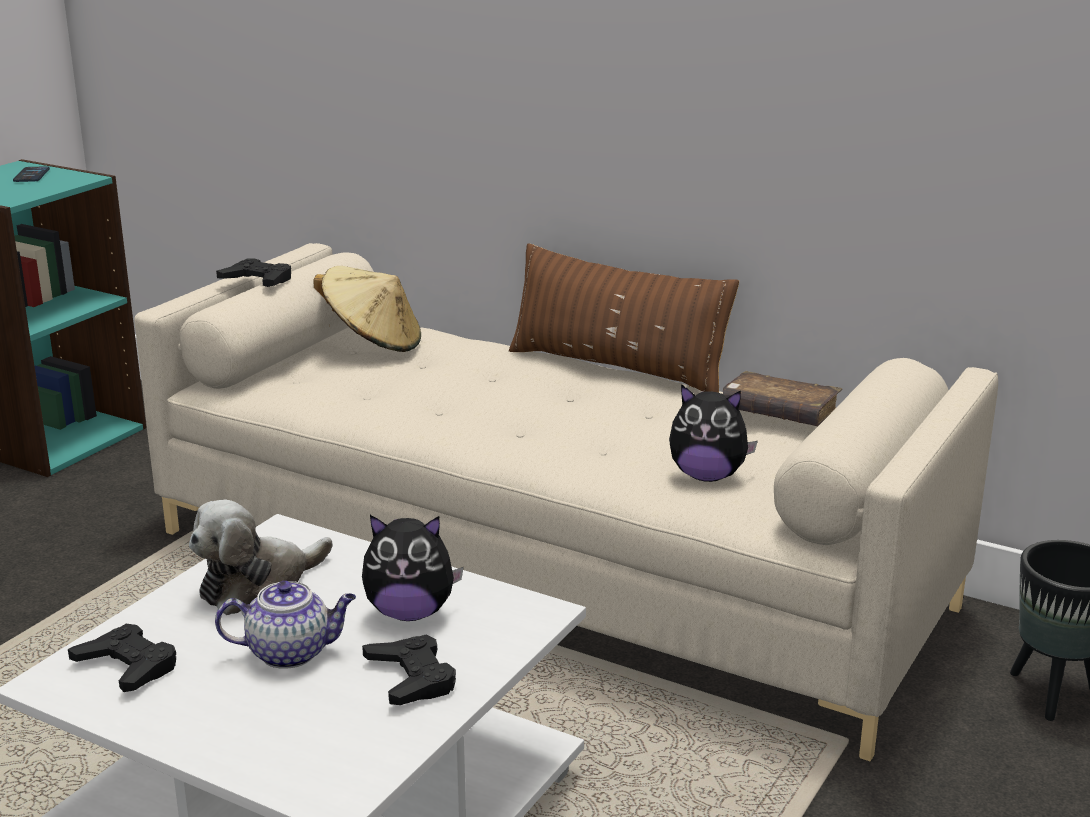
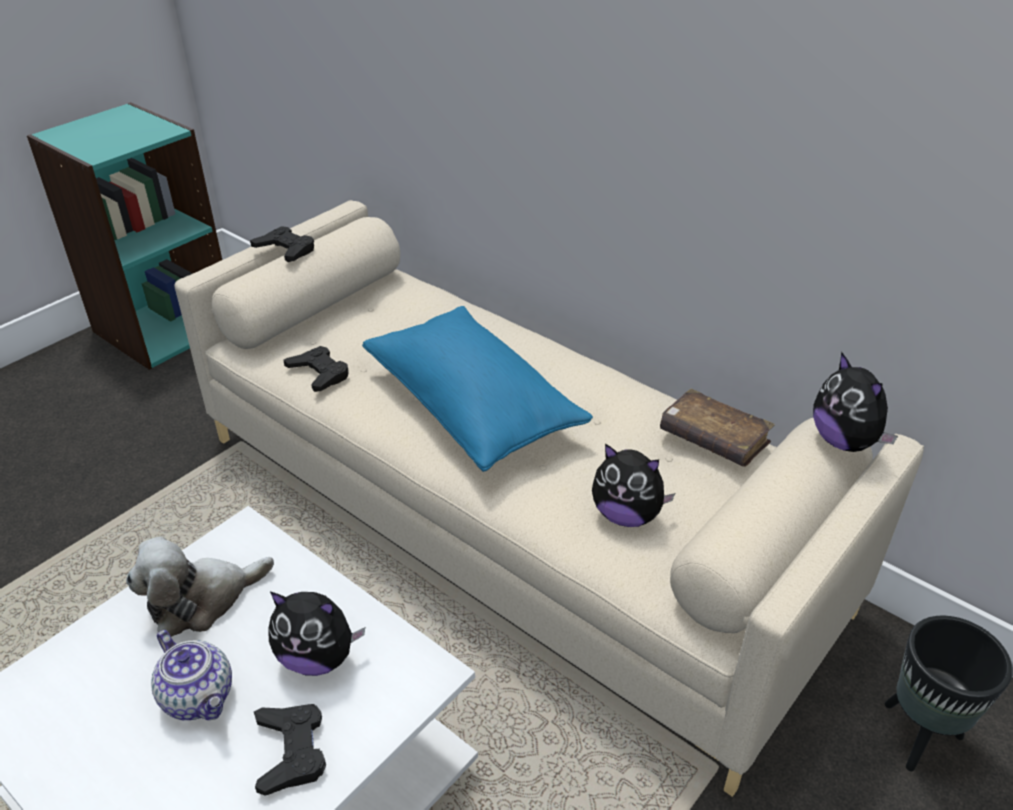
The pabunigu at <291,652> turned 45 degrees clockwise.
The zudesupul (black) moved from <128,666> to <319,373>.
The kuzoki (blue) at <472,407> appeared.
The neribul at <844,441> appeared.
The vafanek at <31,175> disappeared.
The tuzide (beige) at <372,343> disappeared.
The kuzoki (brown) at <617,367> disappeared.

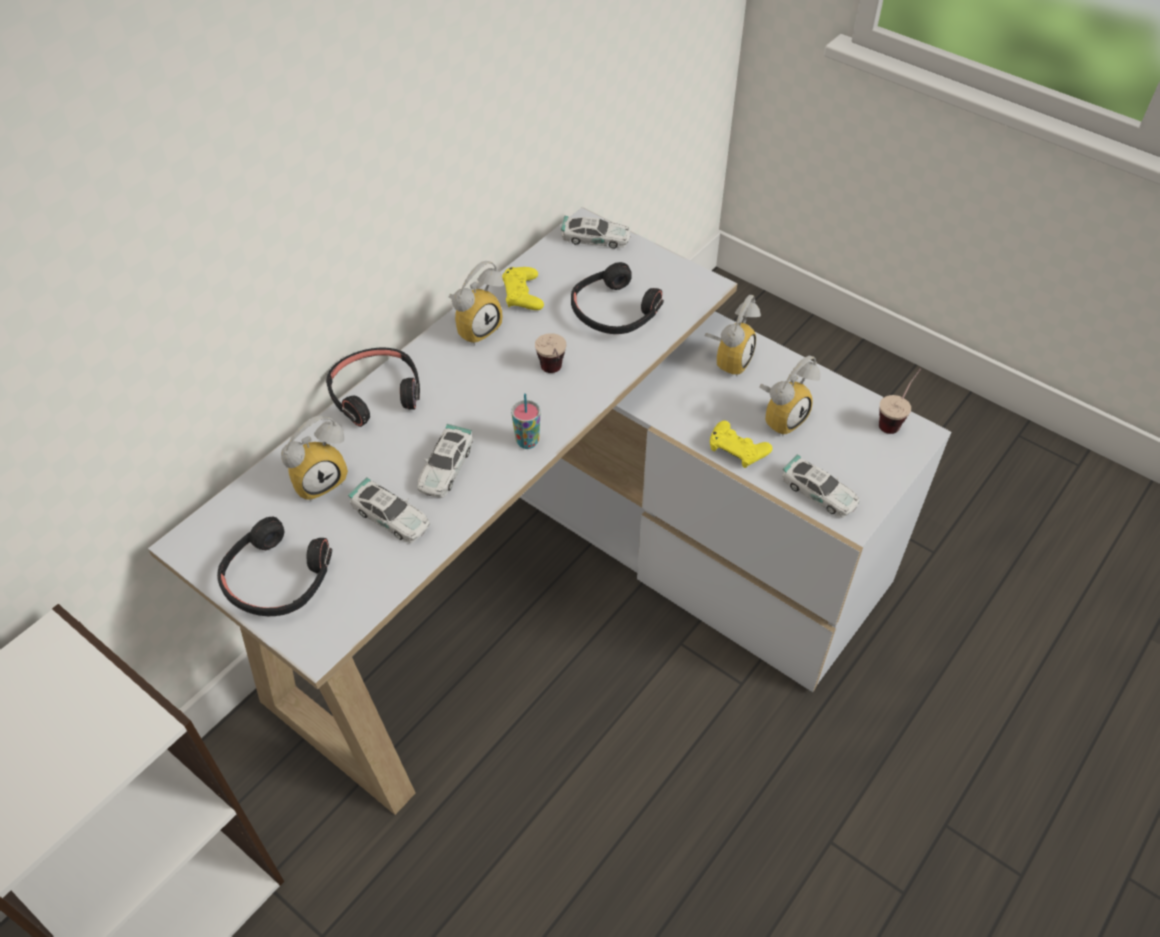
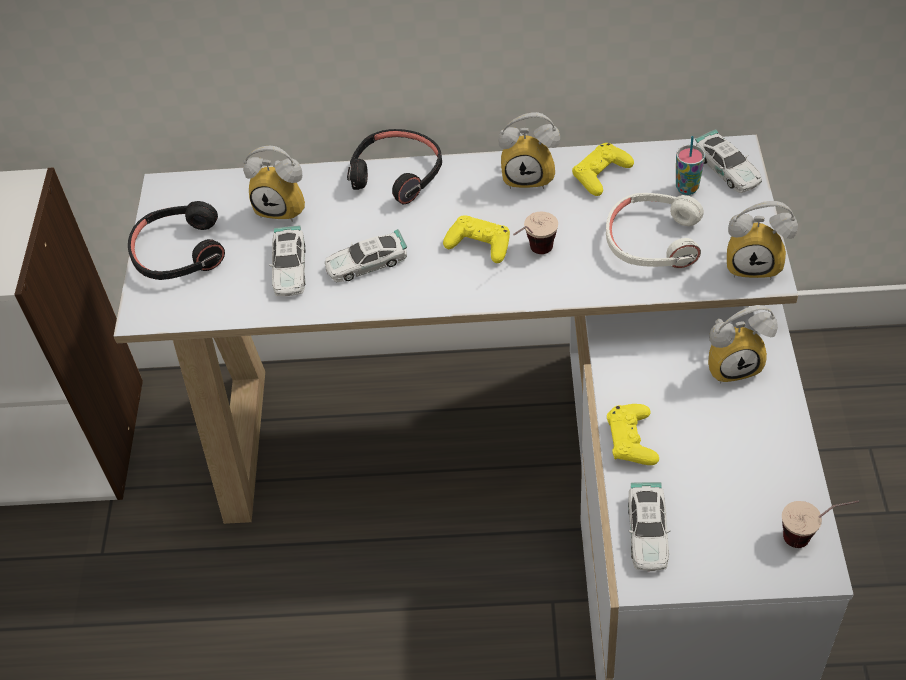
The zudesupul (yellow) at <479,244> appeared.
The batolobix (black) at <614,312> became the batolobix (white) at <653,241>.
The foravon moved from <527,441> to <687,188>.
The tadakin moved from <781,417> to <755,263>.

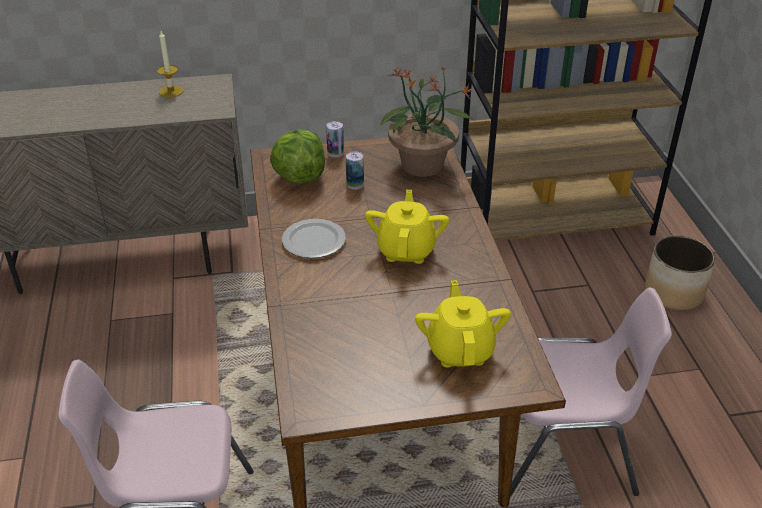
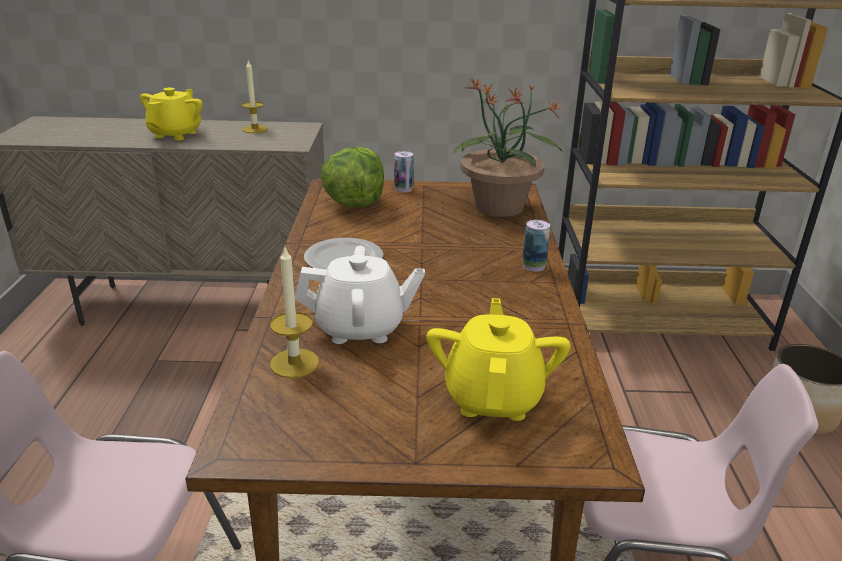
The pabunigu (yellow) moved from <406,250> to <176,134>.
The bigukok at <294,363> appeared.
The pabunigu (white) at <361,328> appeared.
The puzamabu moved from <355,184> to <533,266>.

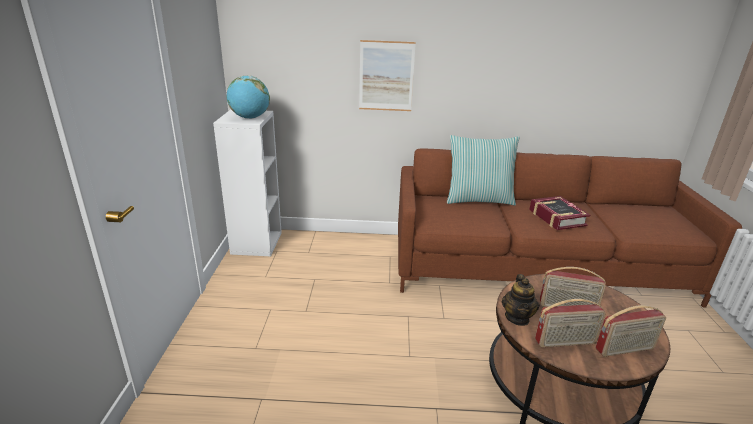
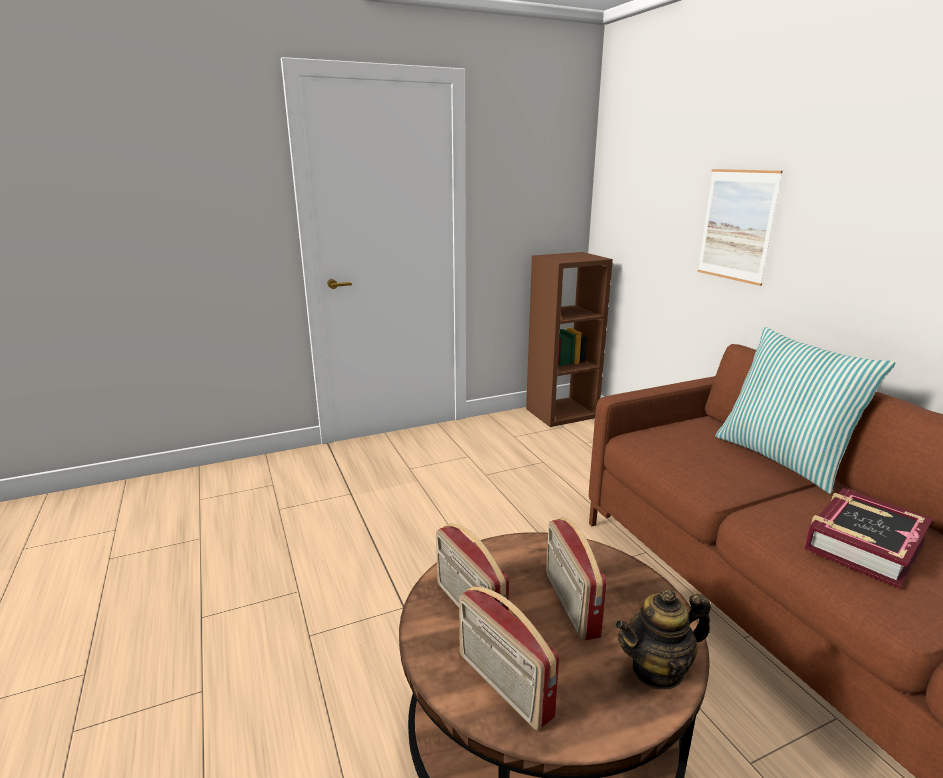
The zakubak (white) at <256,242> became the zakubak (brown) at <562,412>.
The pabunigu moved from <517,318> to <657,669>.
The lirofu at <250,118> disappeared.

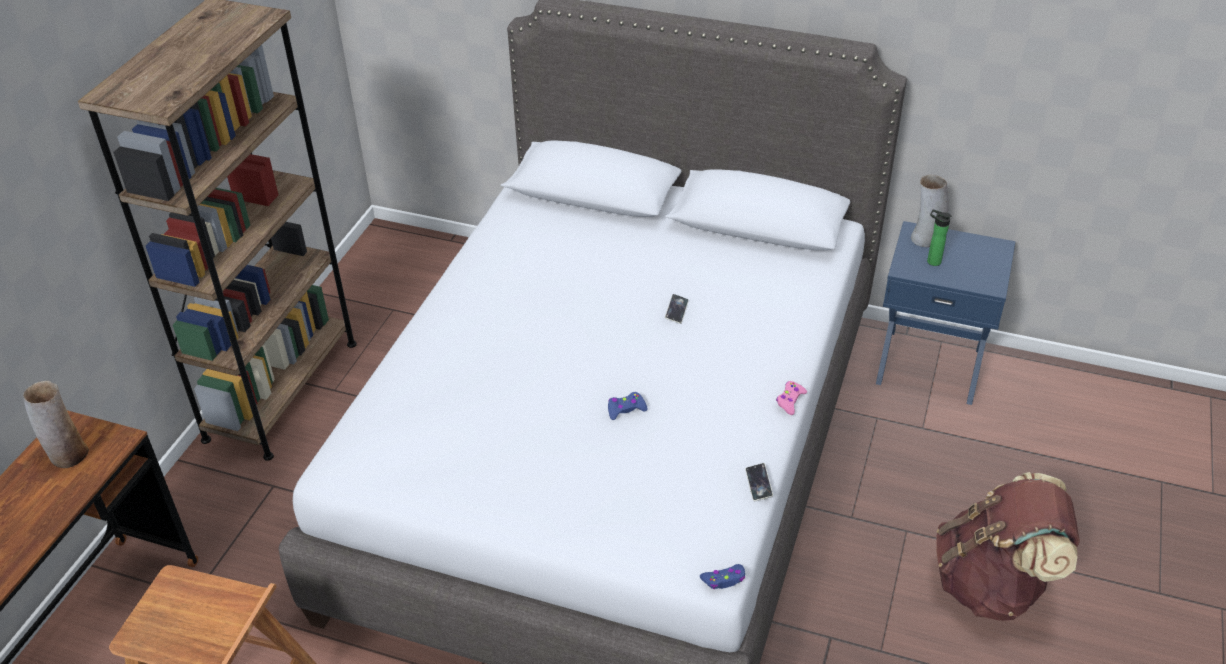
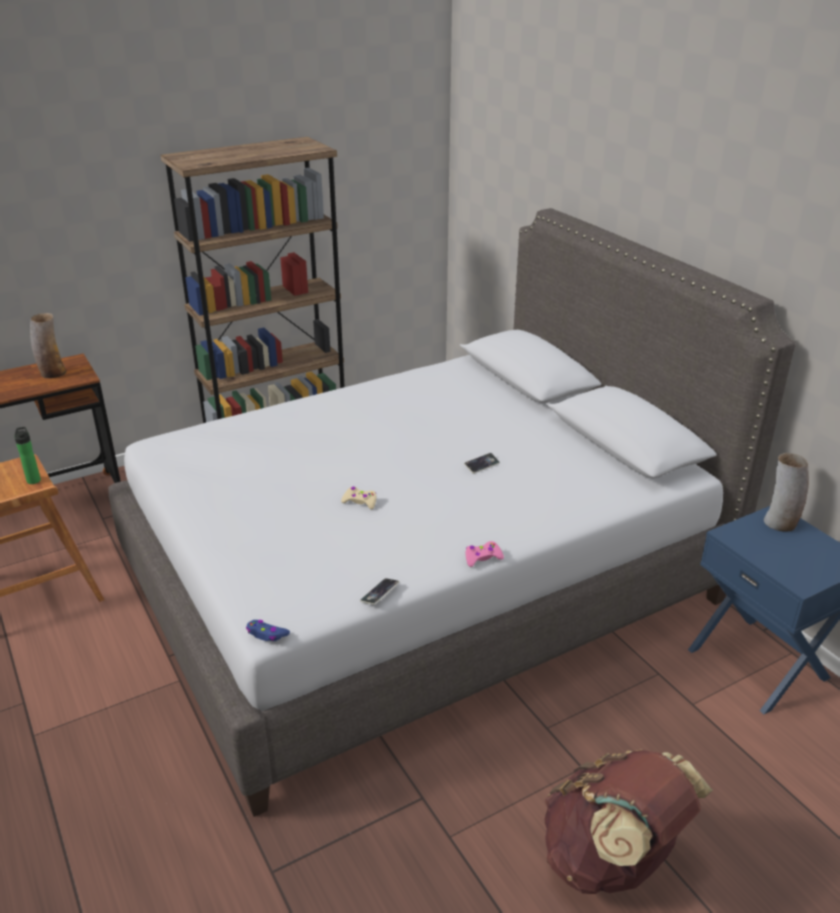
The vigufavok moved from <931,261> to <33,479>.
The zudesupul (blue) at <626,409> became the zudesupul (beige) at <360,501>.

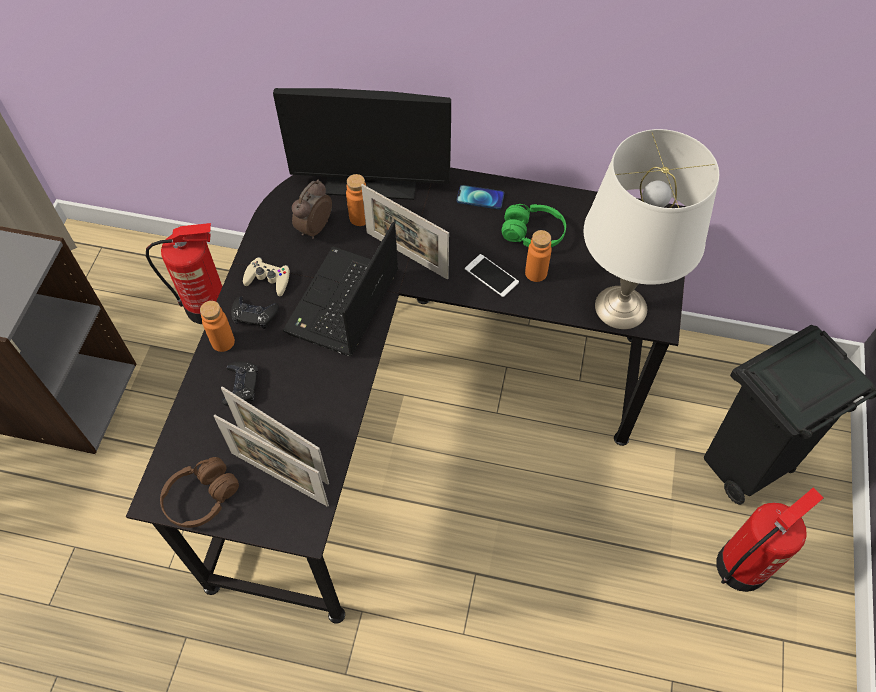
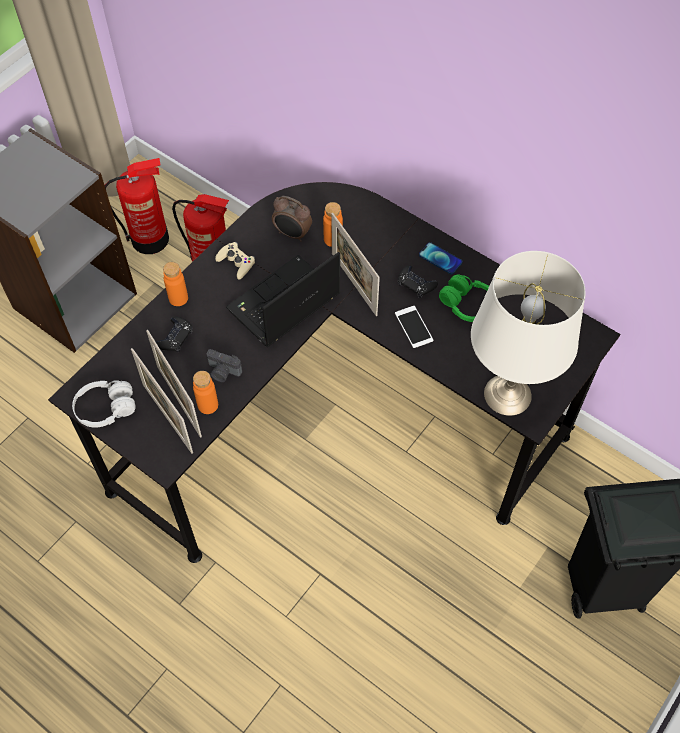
The batolobix (brown) at <201,498> became the batolobix (white) at <106,408>.
The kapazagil moved from <742,565> to <151,239>.
The vigufavok (orange) moved from <536,273> to <208,405>.
The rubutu at <223,372> appeared.
The tadakin at <314,228> turned 120 degrees counterclockwise.
The zudesupul (black) moved from <254,315> to <416,284>.
The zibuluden at <371,181> disappeared.

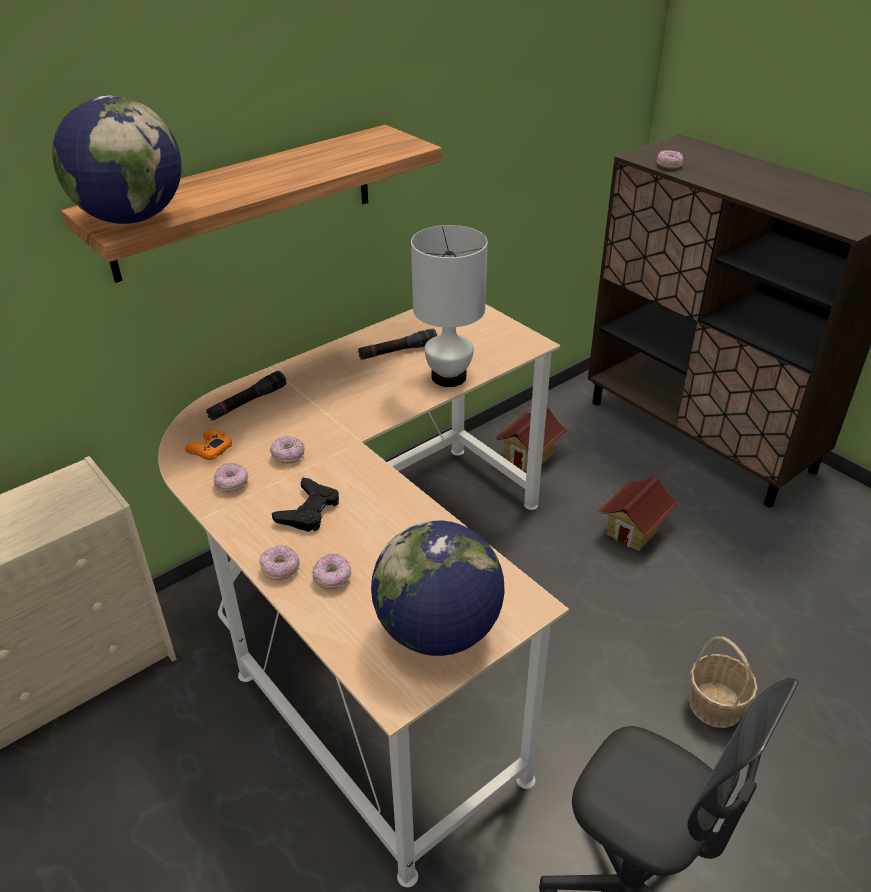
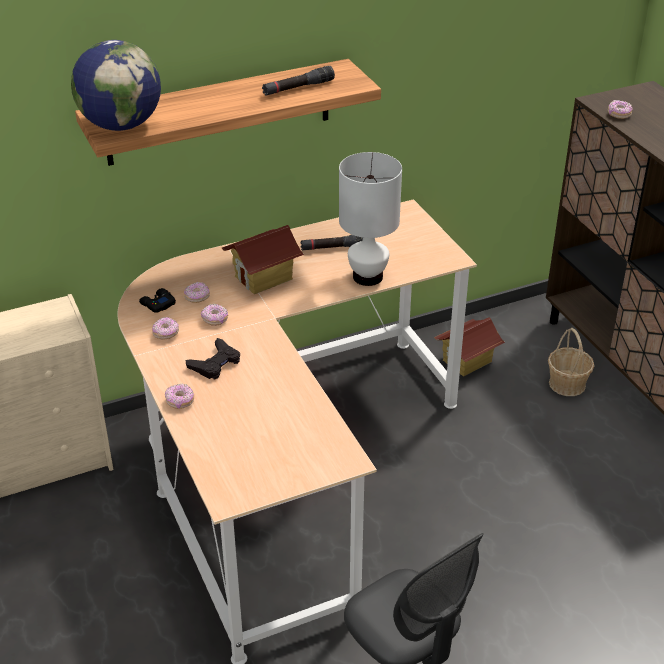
The zudesupul (orange) at <209,449> became the zudesupul (black) at <157,304>.
The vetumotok moved from <332,578> to <197,298>.
The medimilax moved from <634,531> to <264,278>.
The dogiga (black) moved from <247,403> to <298,88>.
The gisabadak moved from <715,705> to <567,384>.
The lirofu at <438,631> disappeared.

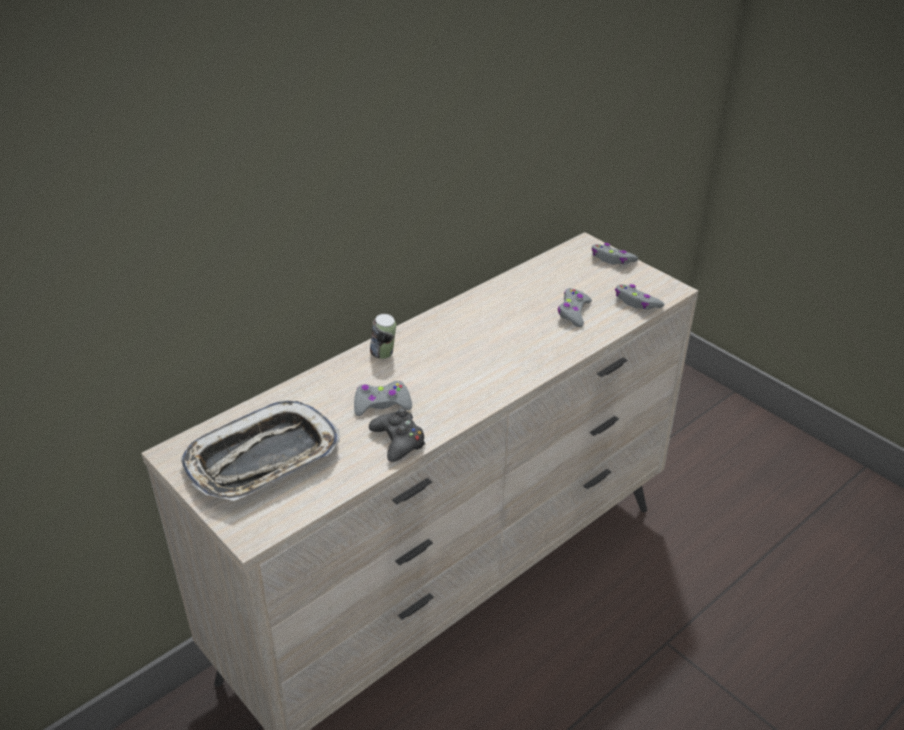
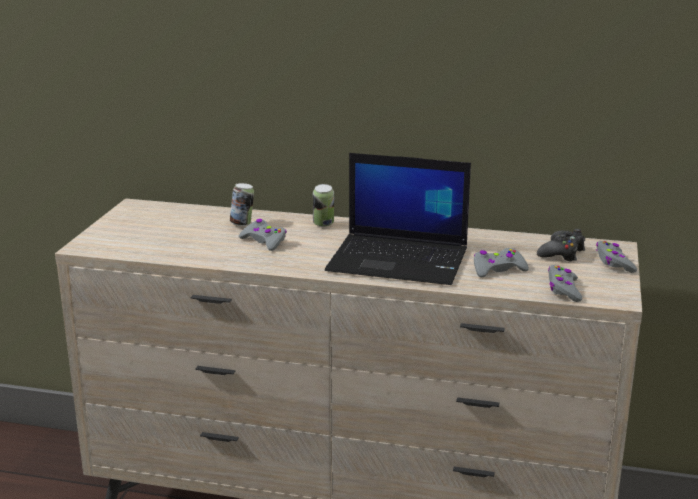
The puzamabu at <242,224> appeared.
The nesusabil at <400,260> appeared.
The zudesupul (black) moved from <398,441> to <562,253>.
The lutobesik at <263,459> disappeared.

